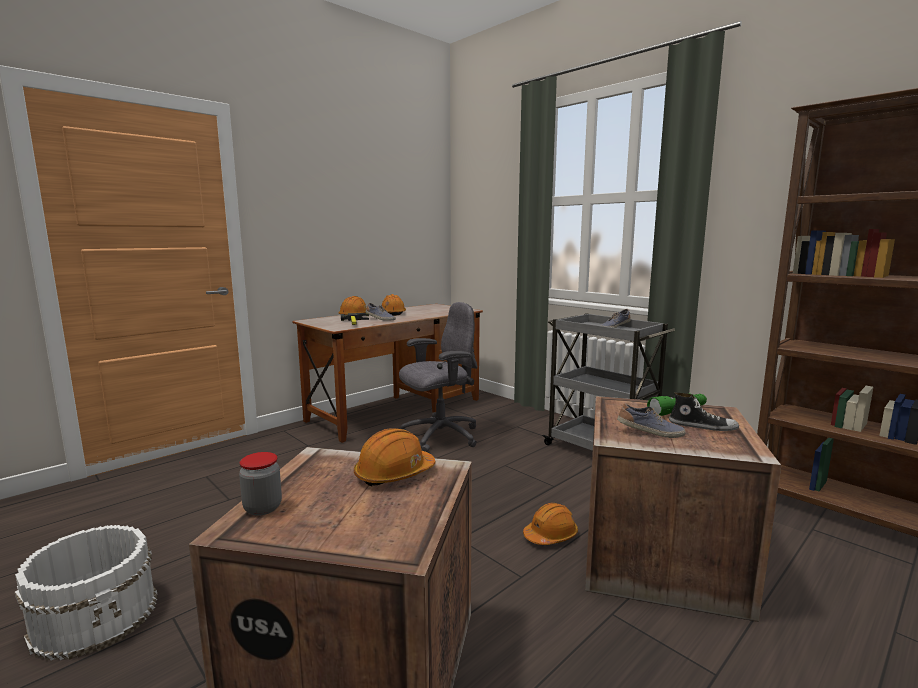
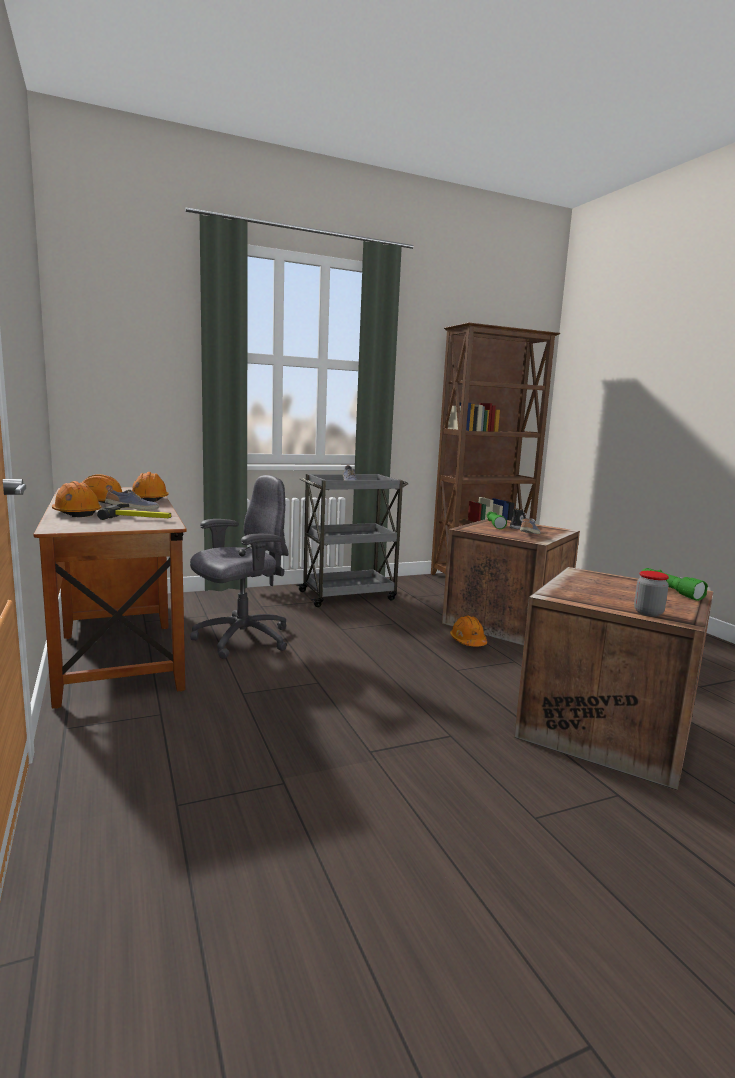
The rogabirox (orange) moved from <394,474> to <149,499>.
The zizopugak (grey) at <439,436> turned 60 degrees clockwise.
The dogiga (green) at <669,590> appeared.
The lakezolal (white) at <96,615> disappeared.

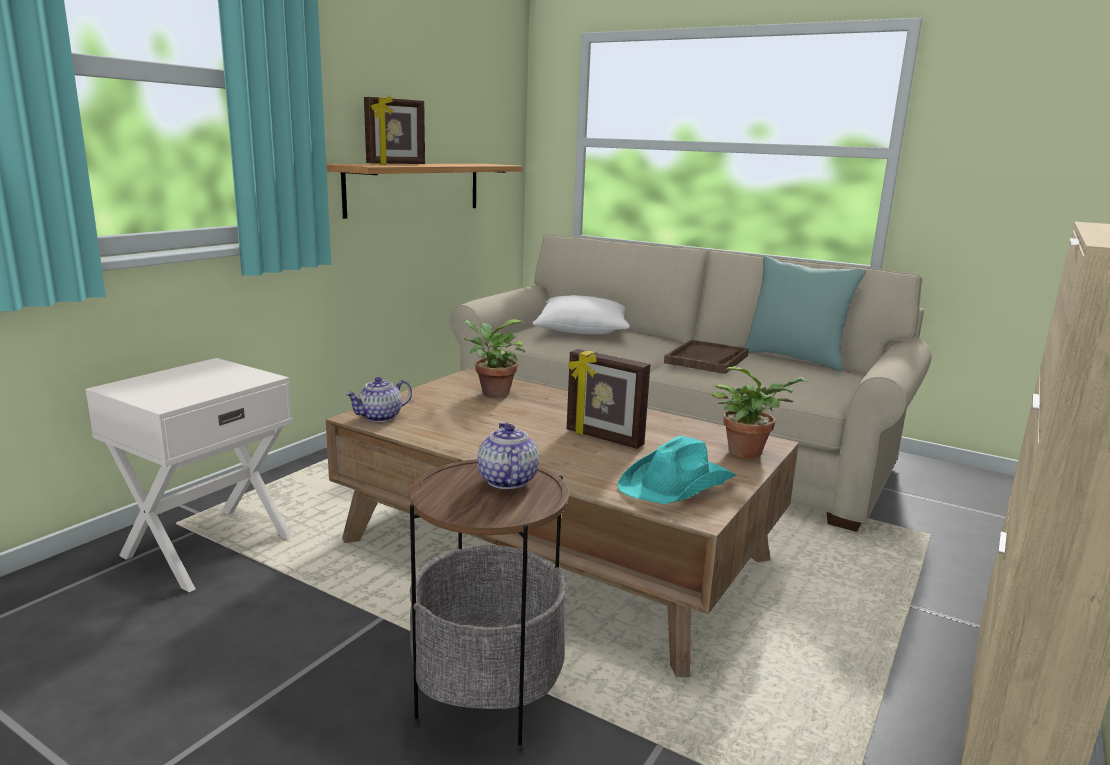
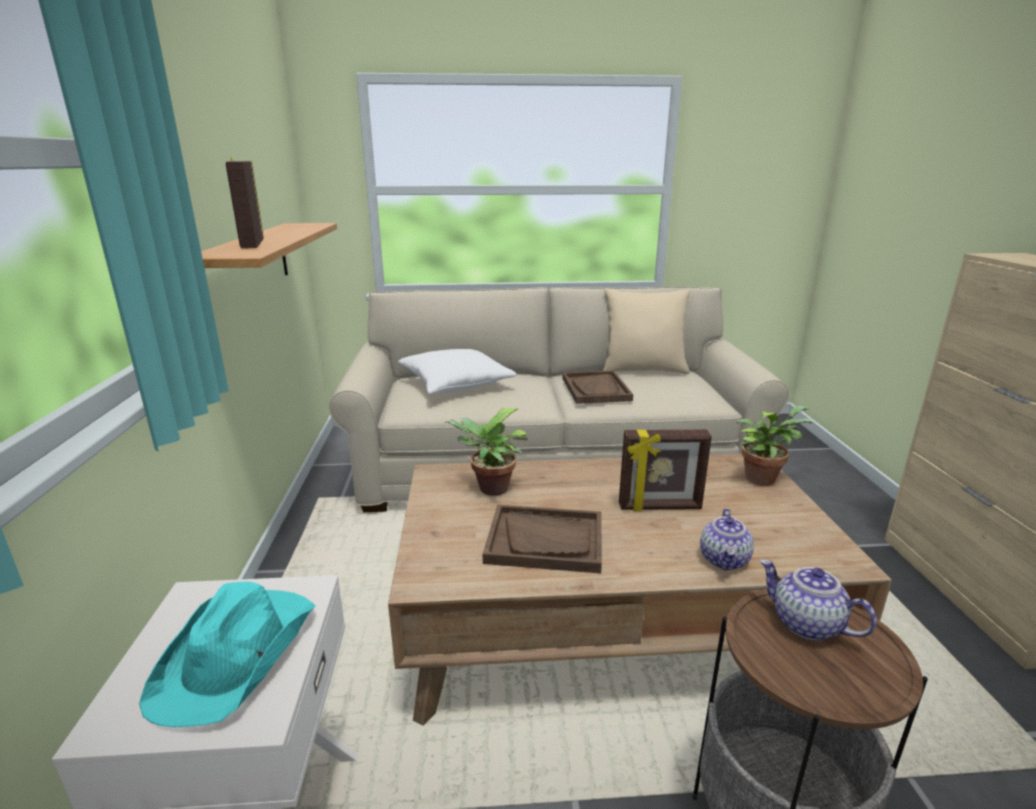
The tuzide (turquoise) moved from <678,484> to <238,653>.
The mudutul at <396,164> turned 150 degrees clockwise.
The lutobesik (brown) at <545,541> appeared.
The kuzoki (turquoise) at <794,359> became the kuzoki (beige) at <643,370>.
The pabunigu moved from <380,417> to <724,560>.

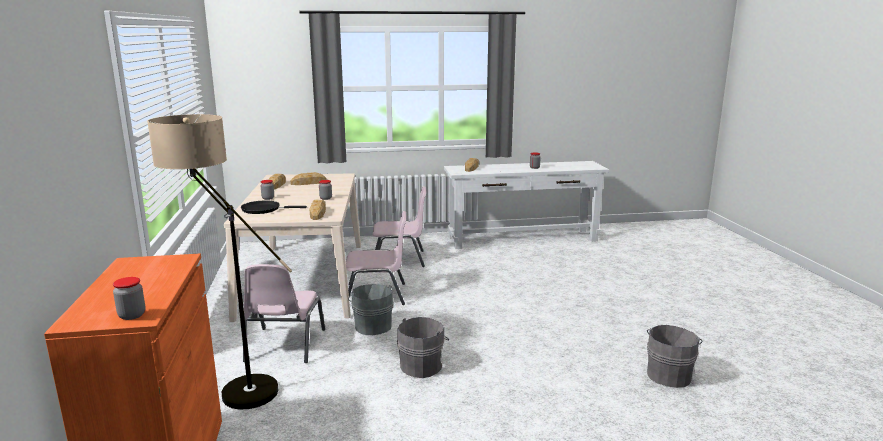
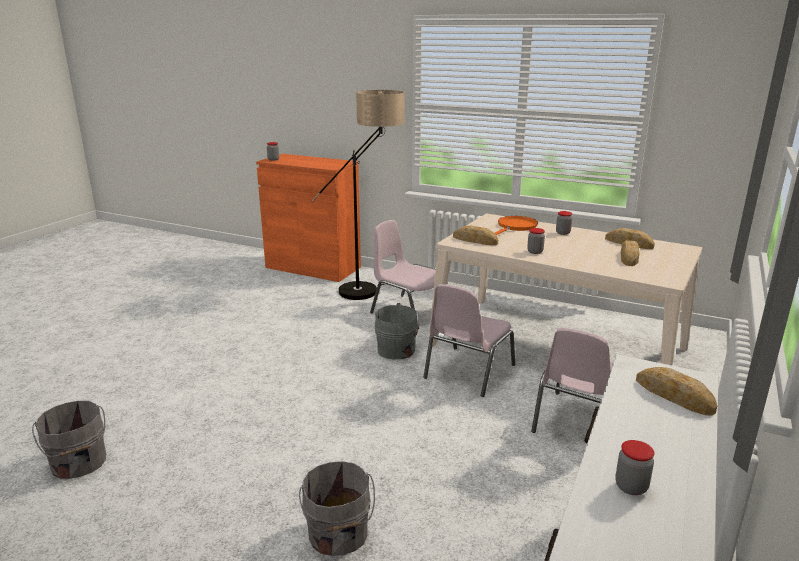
The lakezolal (grey) moved from <422,365> to <338,535>.
The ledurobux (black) at <264,210> became the ledurobux (orange) at <516,227>.

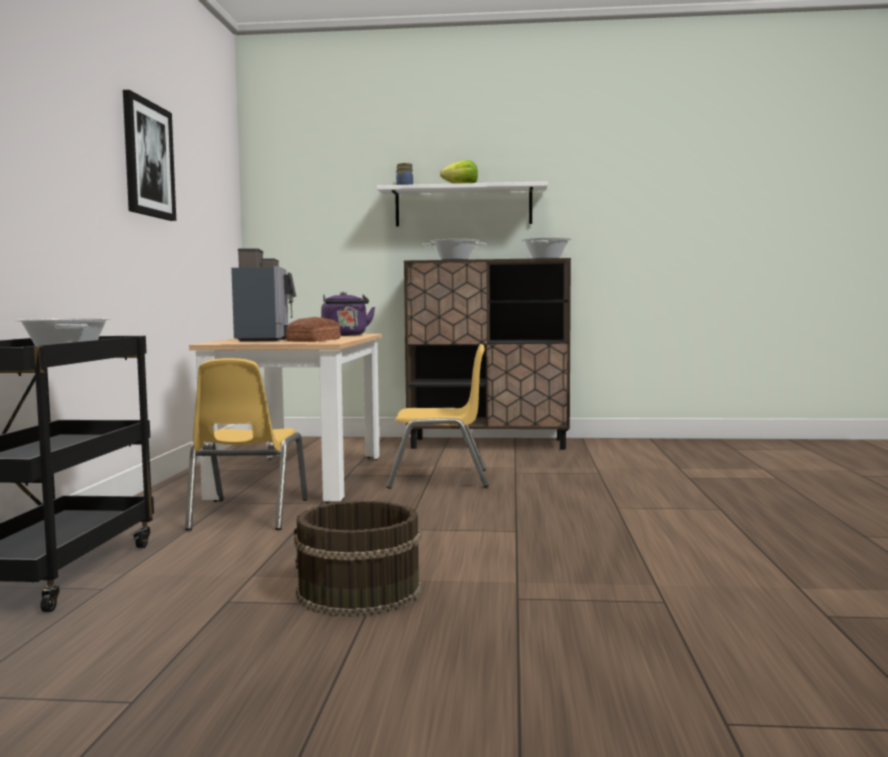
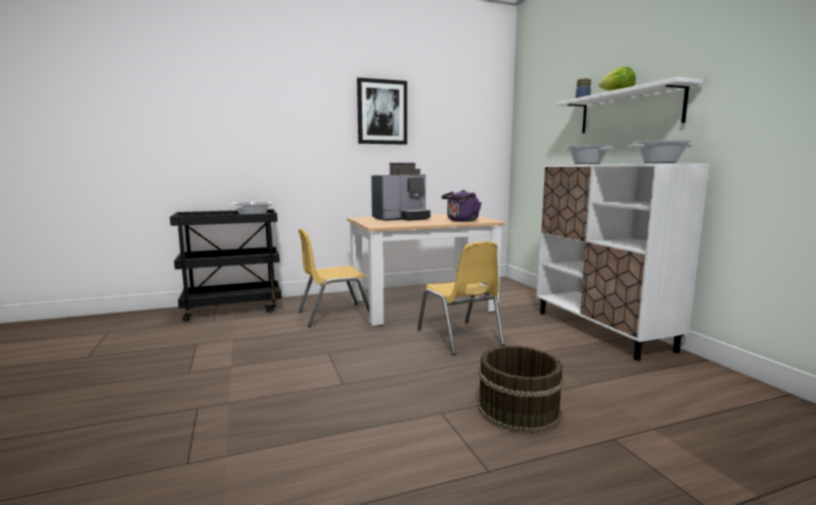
The lakezolal (brown) moved from <358,592> to <517,409>.
The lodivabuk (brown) at <489,444> became the lodivabuk (white) at <602,331>.
The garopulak at <315,340> disappeared.

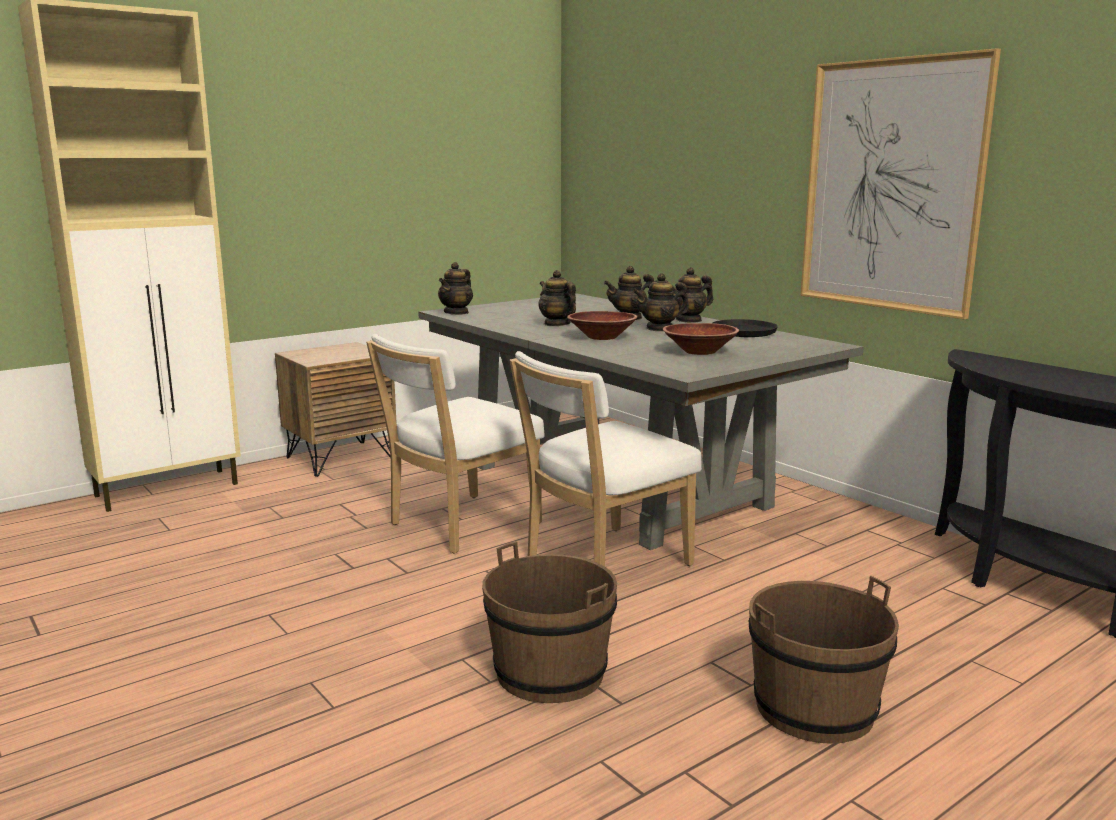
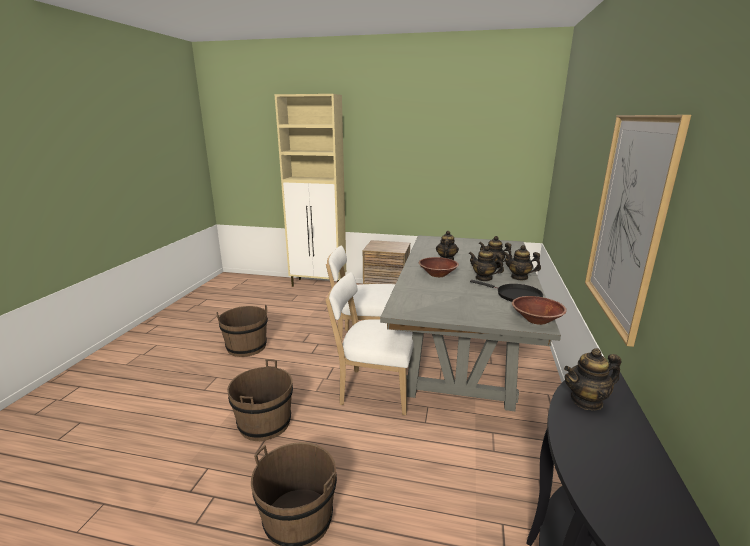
The lakezolal (brown) at <246,347> appeared.
The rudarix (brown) moved from <699,352> to <536,320>.
The pabunigu moved from <456,312> to <586,401>.

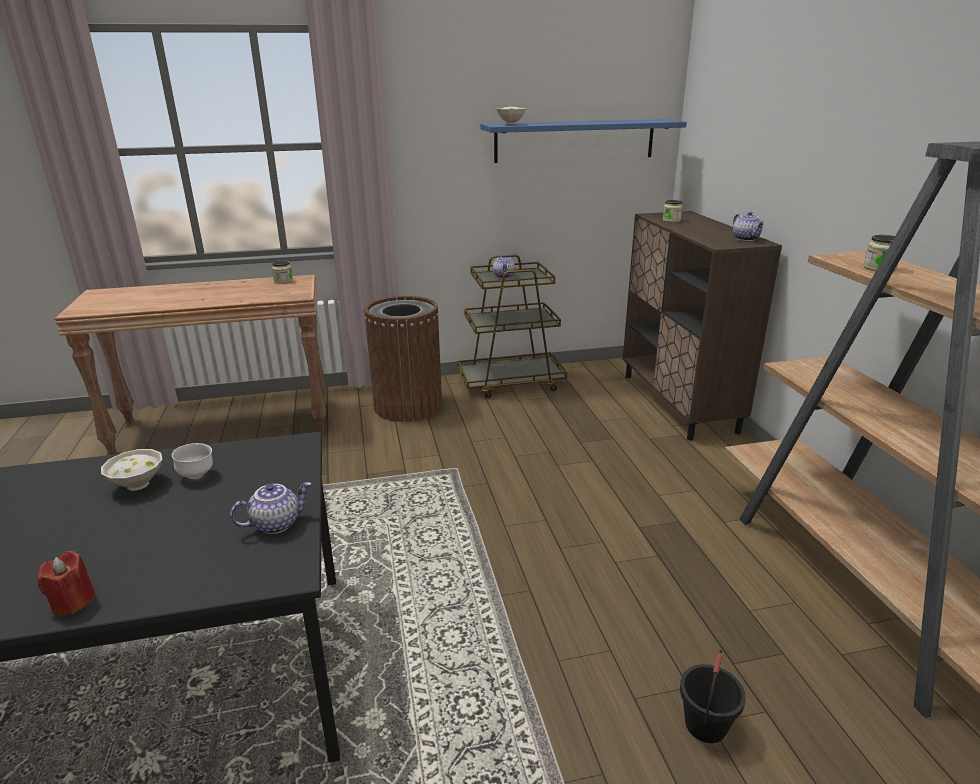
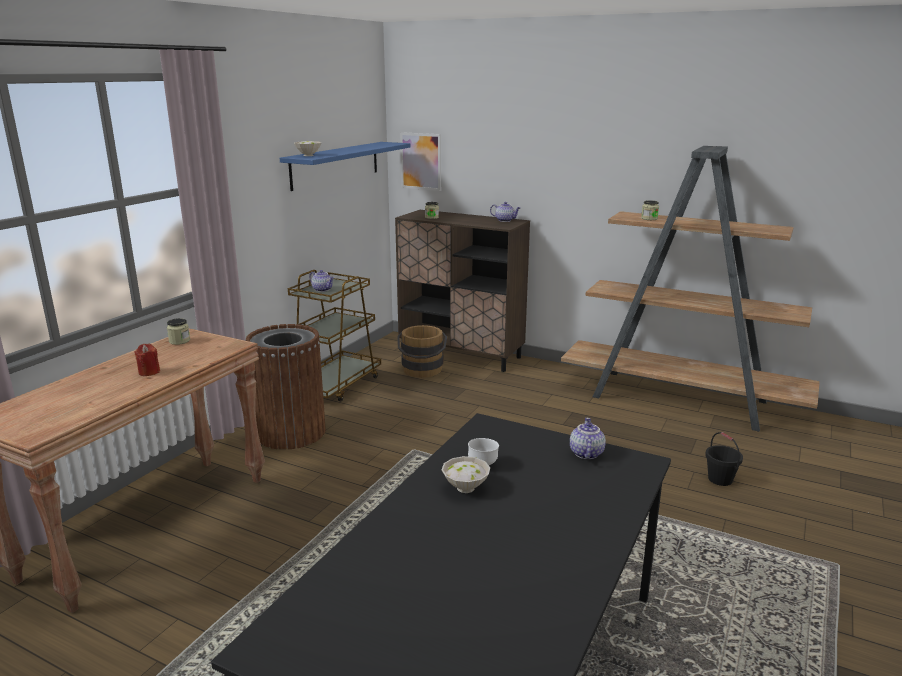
The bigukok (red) moved from <73,602> to <149,372>.
The lakezolal (brown) at <422,371> appeared.
The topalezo at <420,161> appeared.

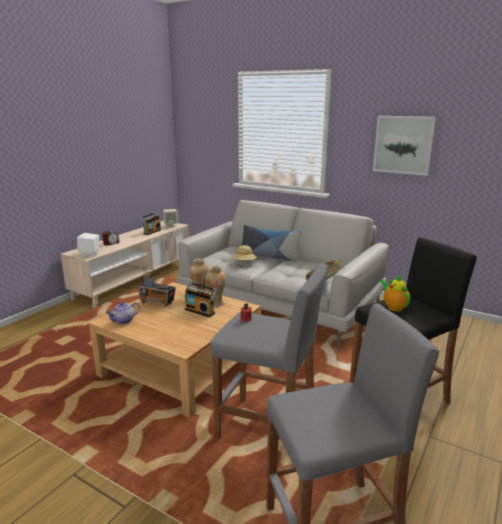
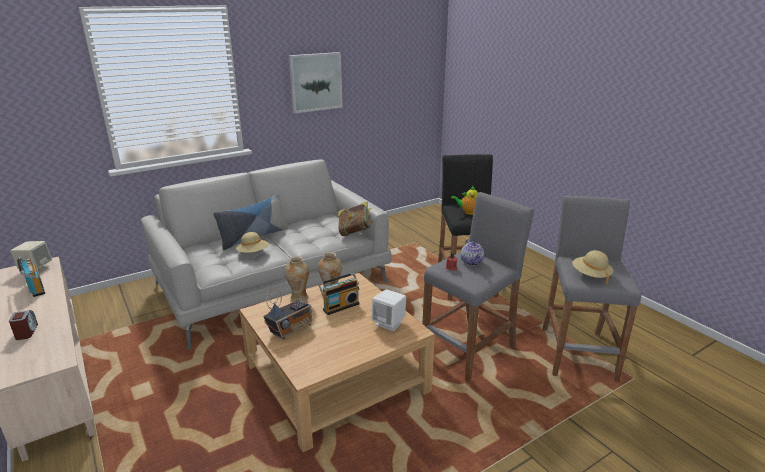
The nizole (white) moved from <90,254> to <389,323>.
The pabunigu moved from <124,321> to <472,262>.
The tuzide (beige) at <590,275> appeared.

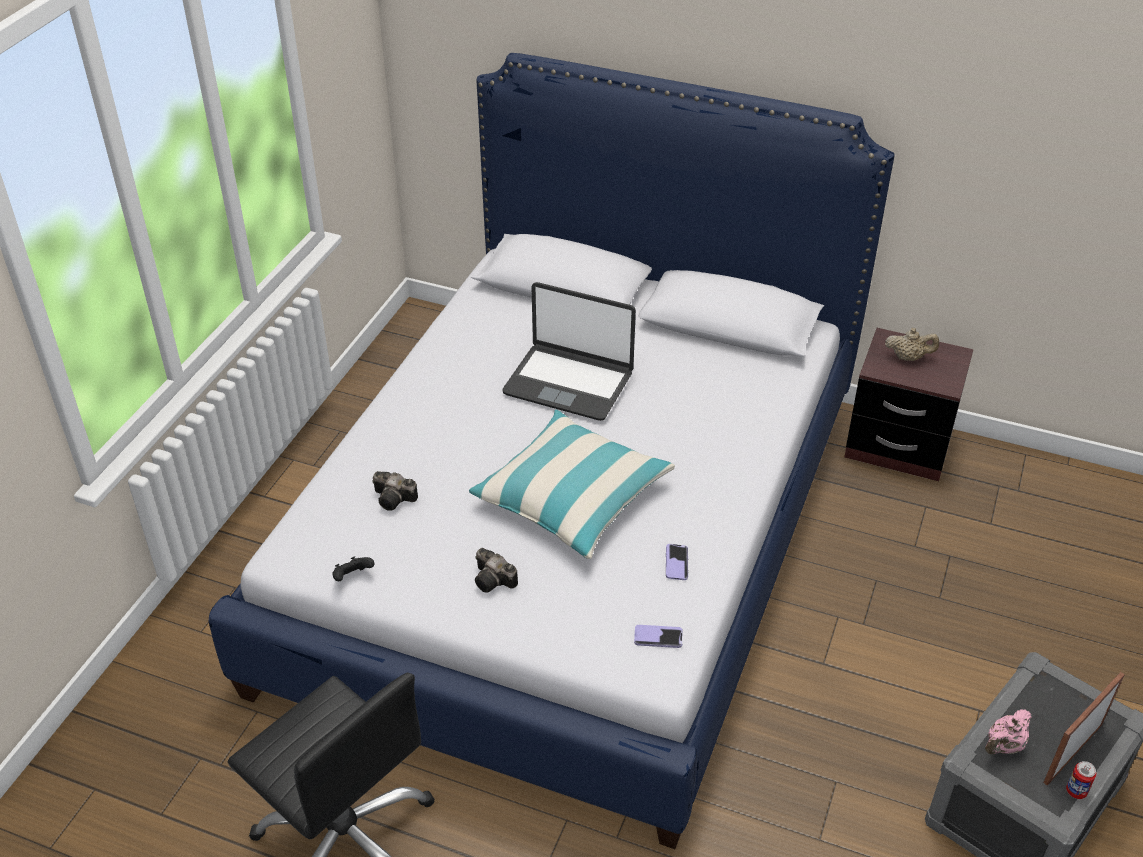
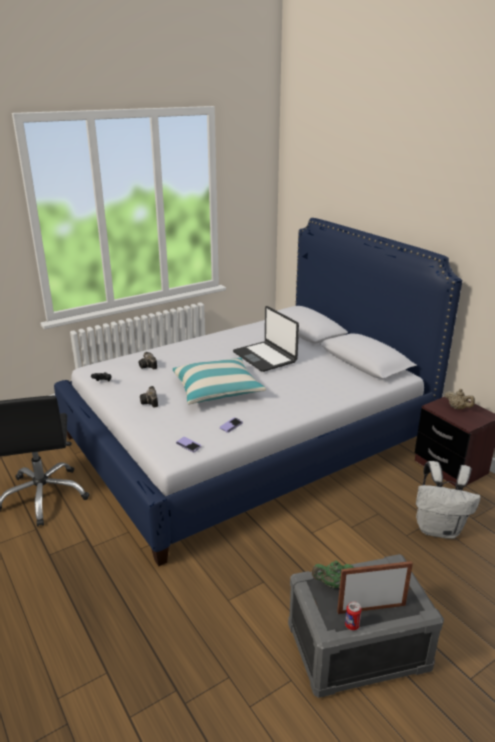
The pabunigu (pink) at <1004,746> became the pabunigu (green) at <332,584>.
The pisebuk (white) at <439,529> appeared.

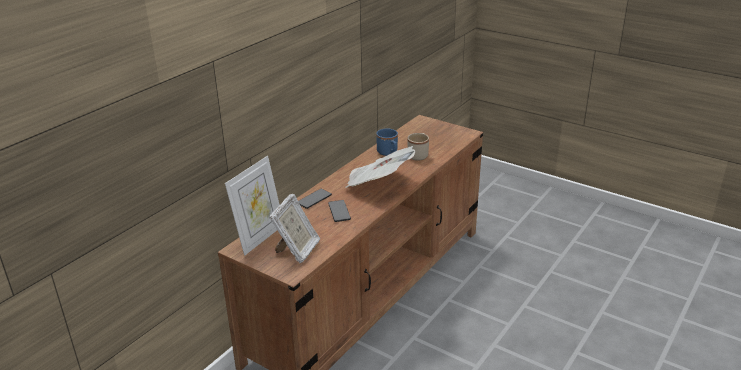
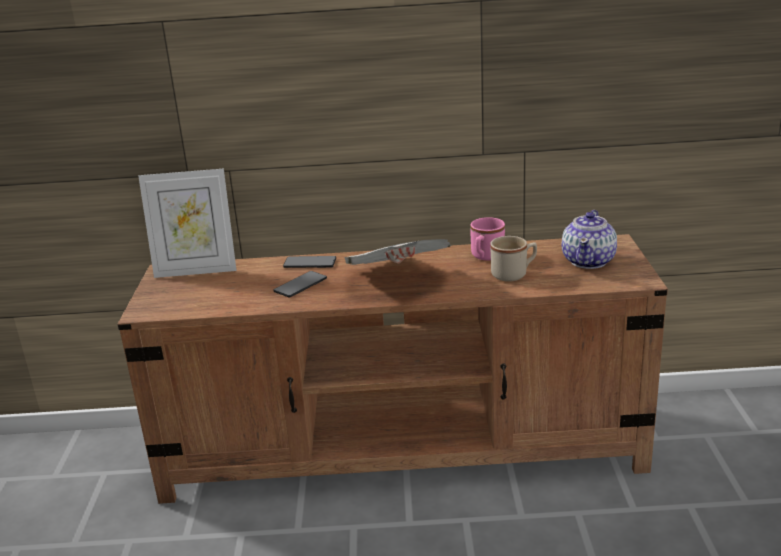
The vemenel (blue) at <388,153> became the vemenel (pink) at <485,257>.
The pabunigu at <589,261> appeared.
The mudutul at <297,250> disappeared.

